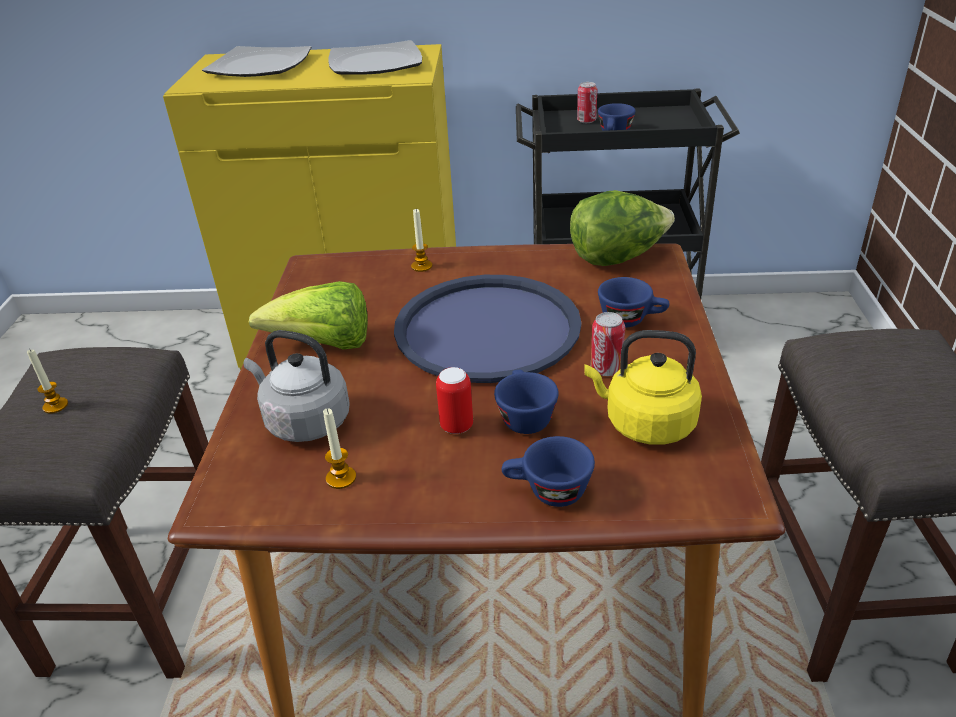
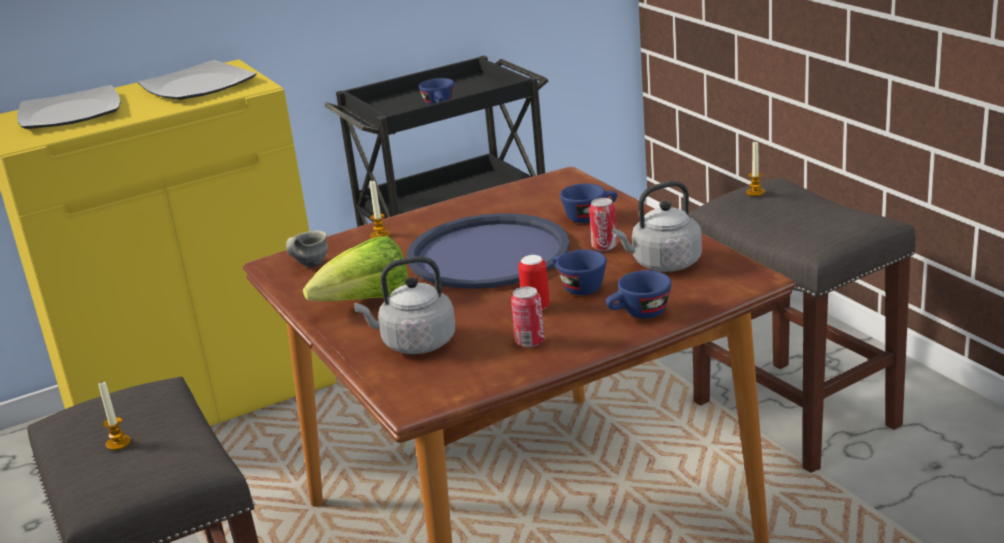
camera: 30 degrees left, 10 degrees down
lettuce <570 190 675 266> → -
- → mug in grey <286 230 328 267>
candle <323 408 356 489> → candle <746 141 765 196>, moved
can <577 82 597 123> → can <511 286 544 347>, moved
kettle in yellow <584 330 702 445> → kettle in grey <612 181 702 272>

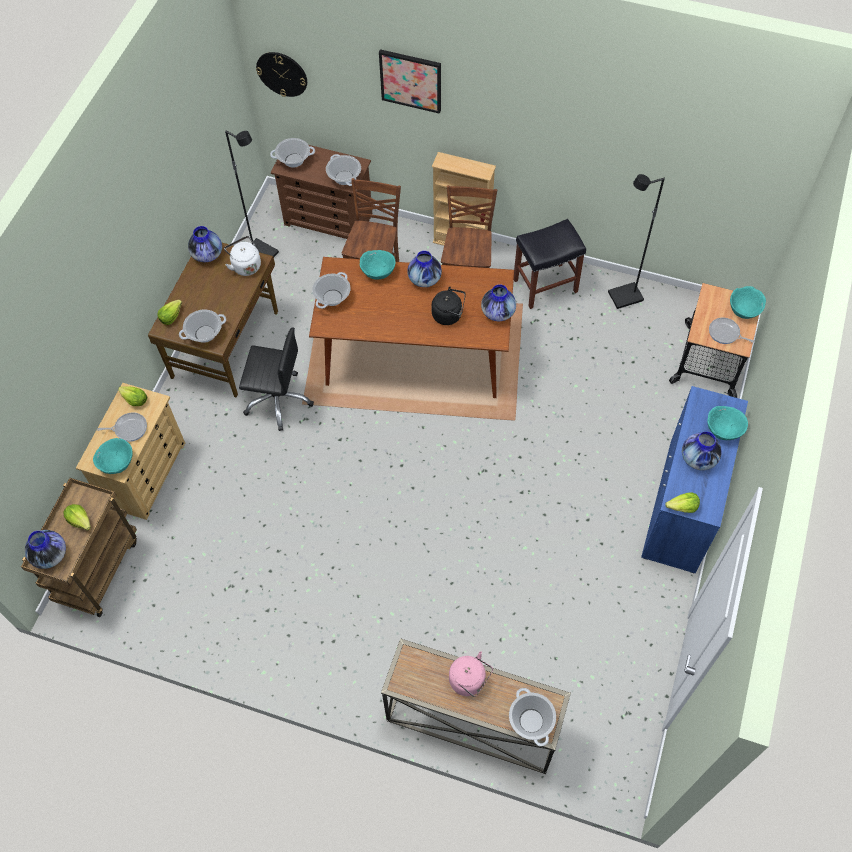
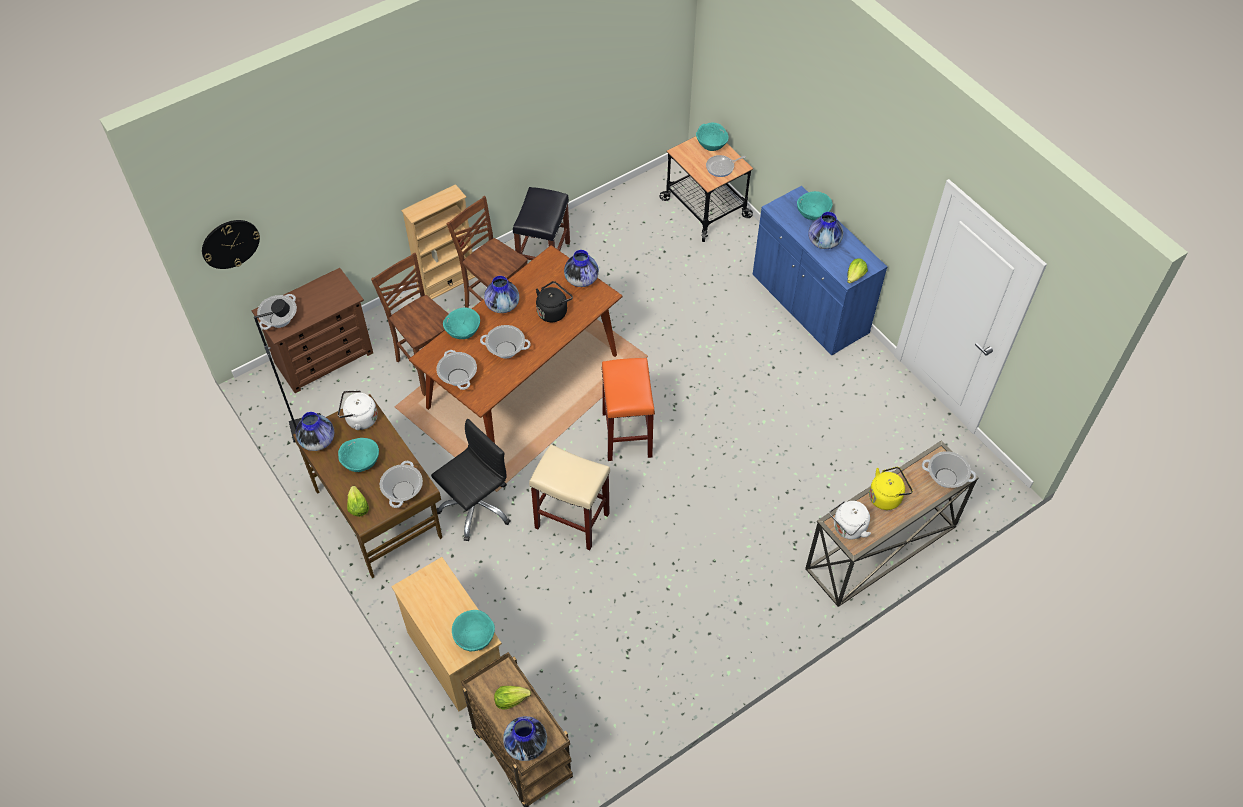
camera: 55 degrees left, 5 degrees down
frying pan <97 412 147 442> → -
lettuce <118 386 147 406> → -
picture <379 49 441 114> → -
floor lamp in black <608 174 665 309> → -
- → bowl in turquoise <338 438 379 472>
- → stool in beige <529 444 610 550>
- → stool in orange <601 358 655 461>
- → kettle in white <830 501 871 539>
cooking pot <326 154 361 186> → cooking pot <480 325 531 359>, moved
kettle in pink <449 651 493 697> → kettle in yellow <869 467 913 510>

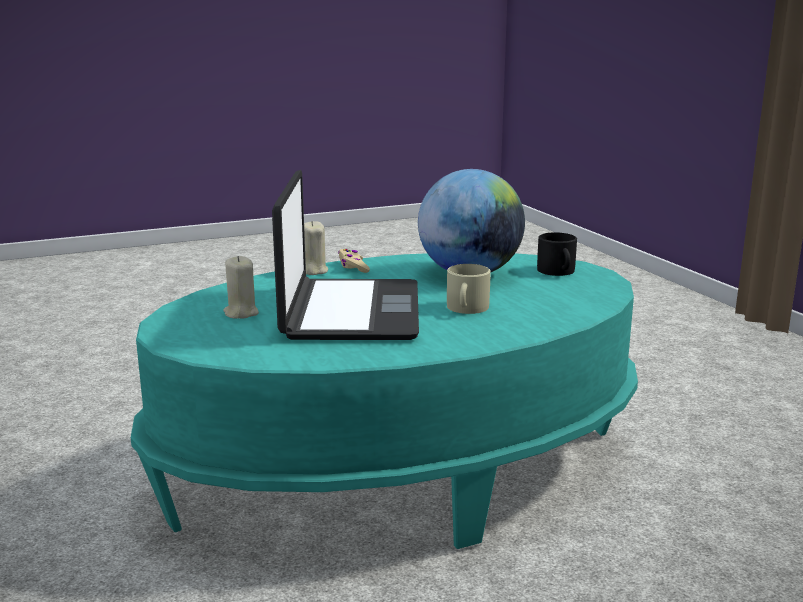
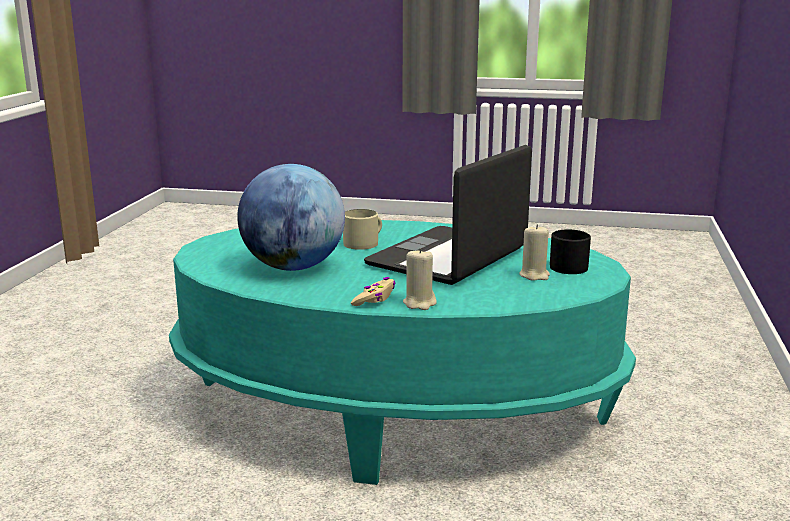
camera: 145 degrees left, 0 degrees up
mug in black <537 232 577 276> → mug in black <550 229 591 274>, moved

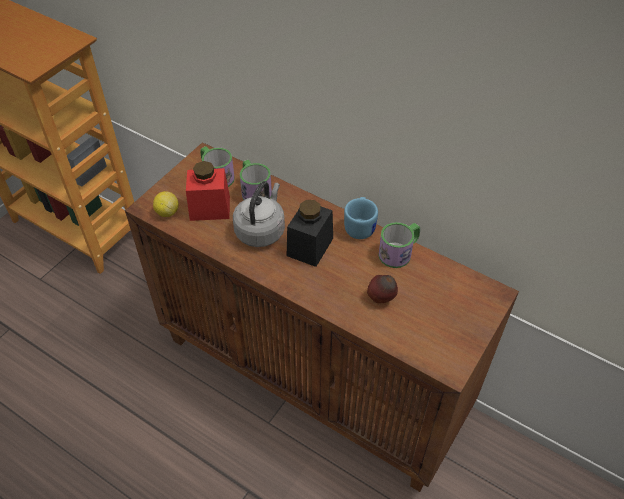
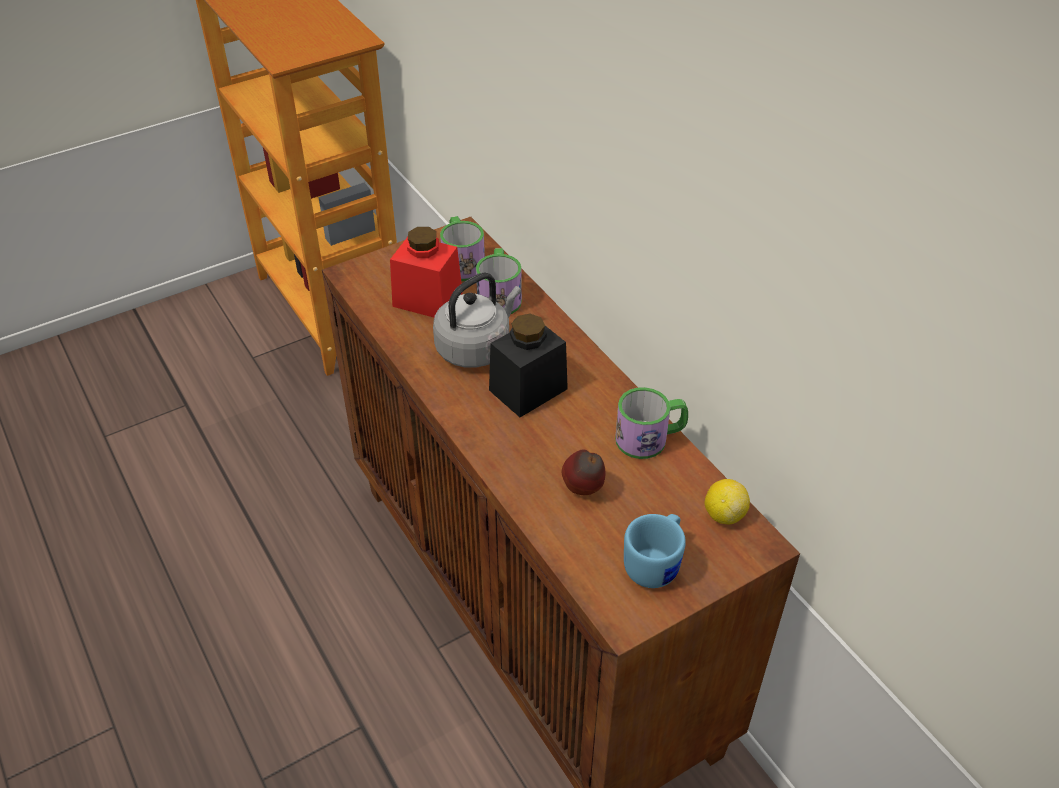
camera: 25 degrees right, 5 degrees down
lemon <153 191 179 217> → lemon <705 479 750 524>, moved
mug in blue <344 197 378 239> → mug in blue <624 514 686 588>, moved

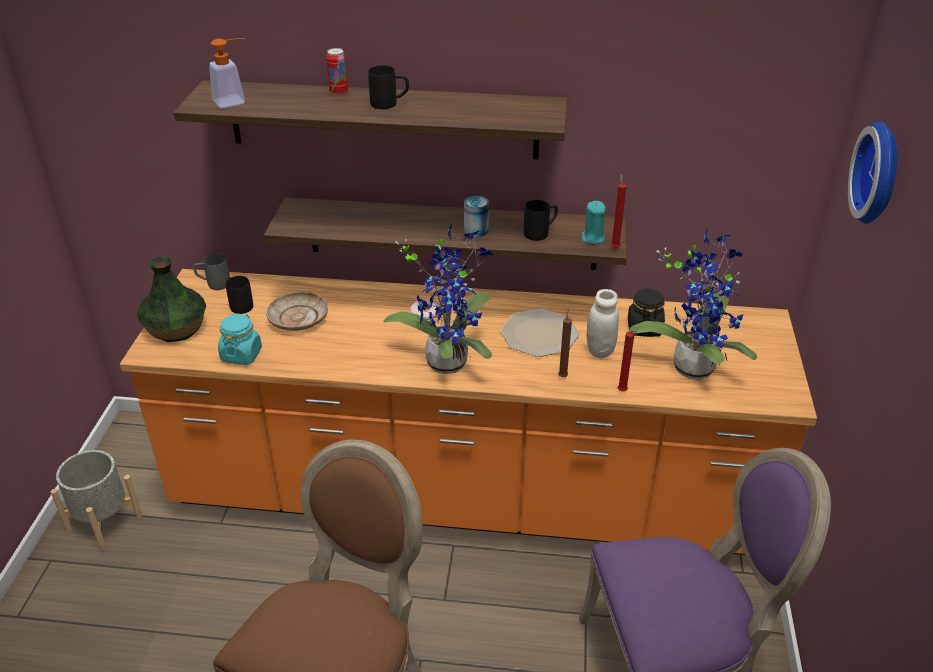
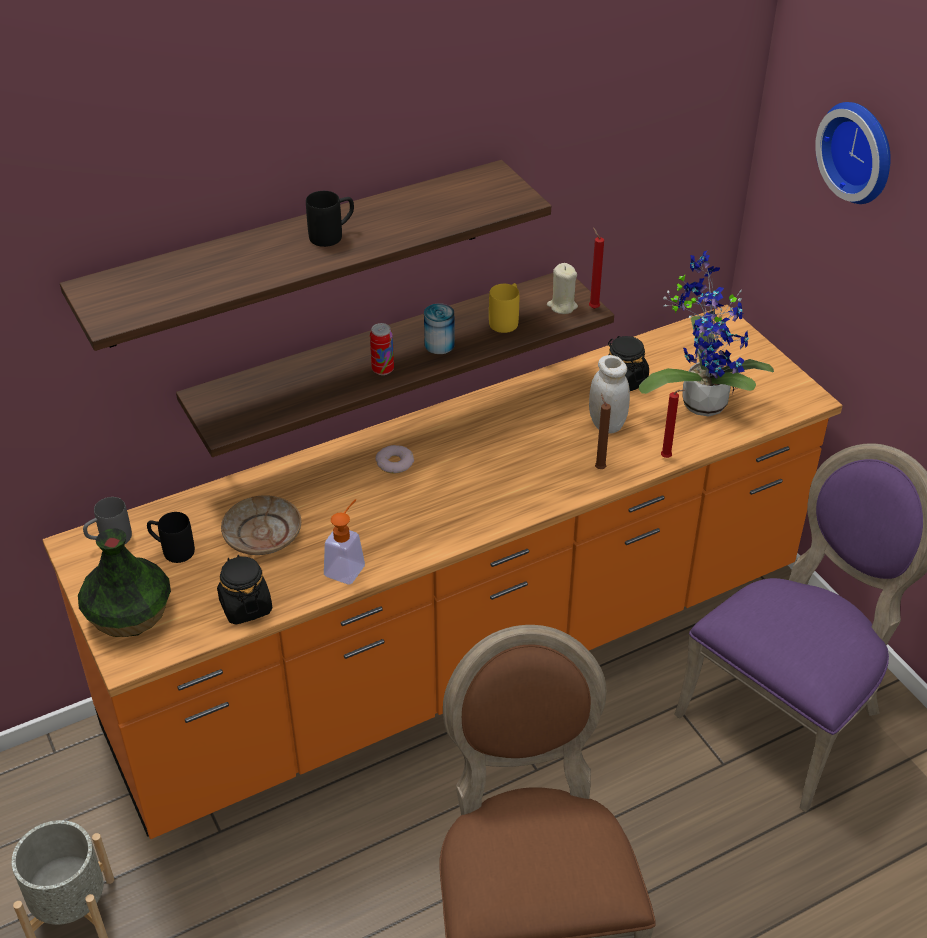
camera: 35 degrees left, 5 degrees up
potted plant <383 224 493 374> → -
plate <501 309 579 357> → -
soap dispenser <209 38 245 108> → soap dispenser <324 499 365 585>, moved
can <326 48 348 96> → can <370 323 394 375>, moved
jar in turquoise <218 313 262 365> → jar in black <217 555 272 625>
mug in black <524 200 558 241> → mug in yellow <489 283 519 333>
candle in turquoise <581 201 606 245> → candle in beige <547 263 578 314>

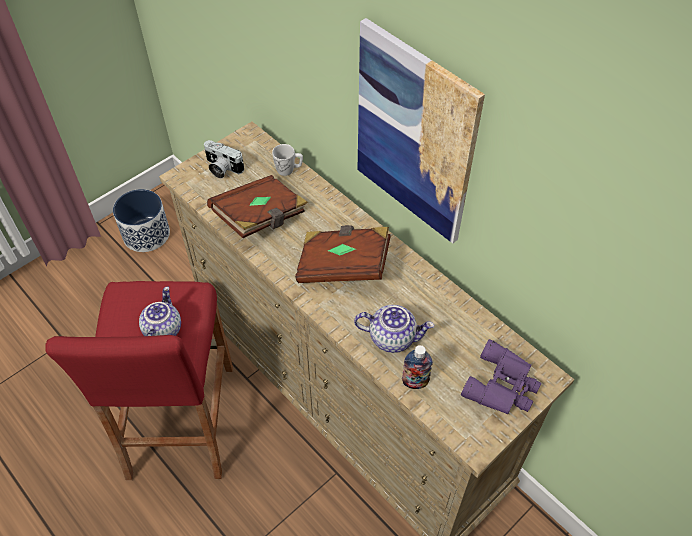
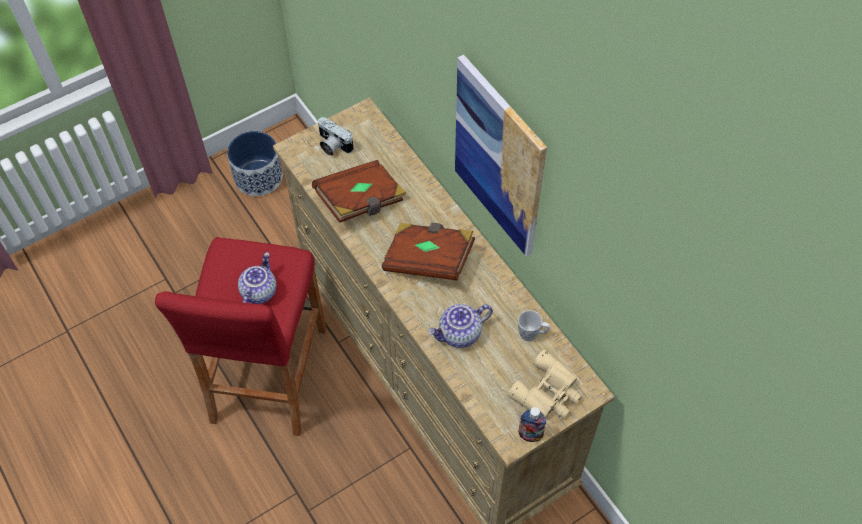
camera: 10 degrees right, 5 degrees up
mug in white <272 144 303 176> → mug in white <518 310 550 341>, moved
bottle <402 345 433 389> → bottle <518 407 546 442>, moved
binoculars in purple <461 339 541 414> → binoculars in beige <507 349 582 419>
teapot <354 305 434 353> → teapot <428 304 493 348>, 135 degrees clockwise

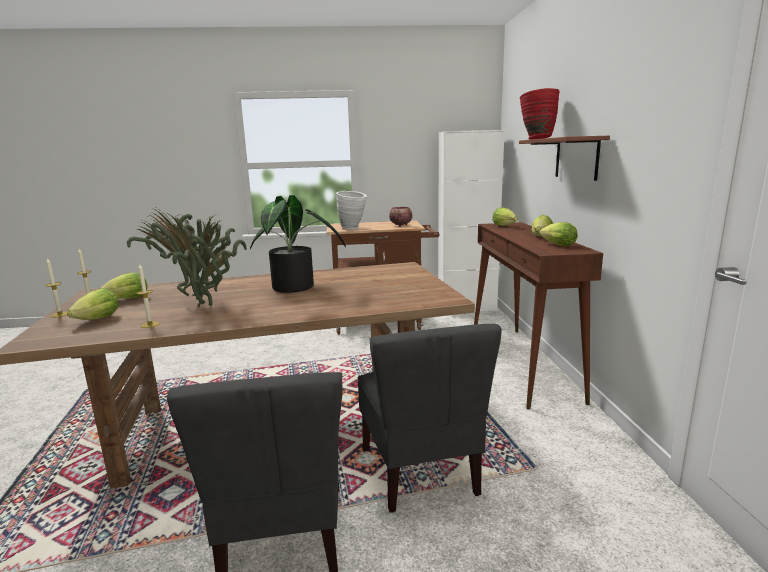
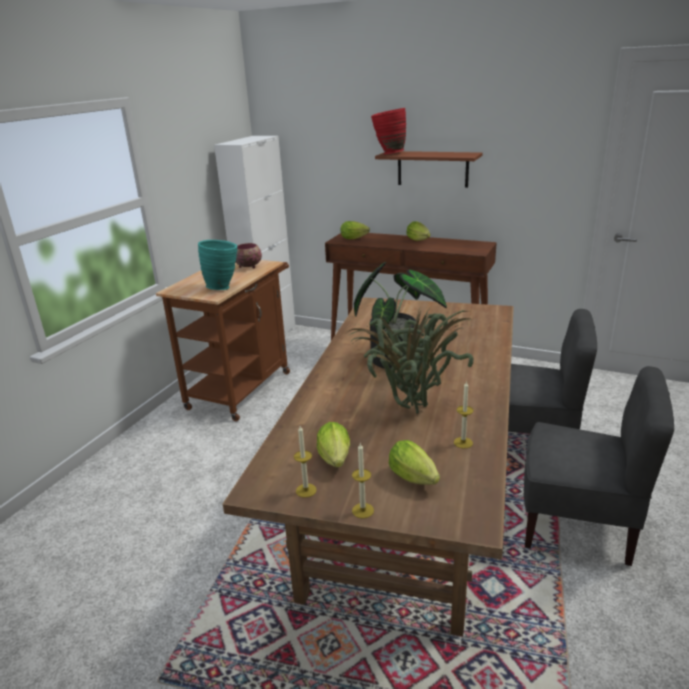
camera: 60 degrees left, 10 degrees up
lettuce <539 222 578 246> → -
vase in white <336 191 367 230> → vase in turquoise <198 240 237 290>

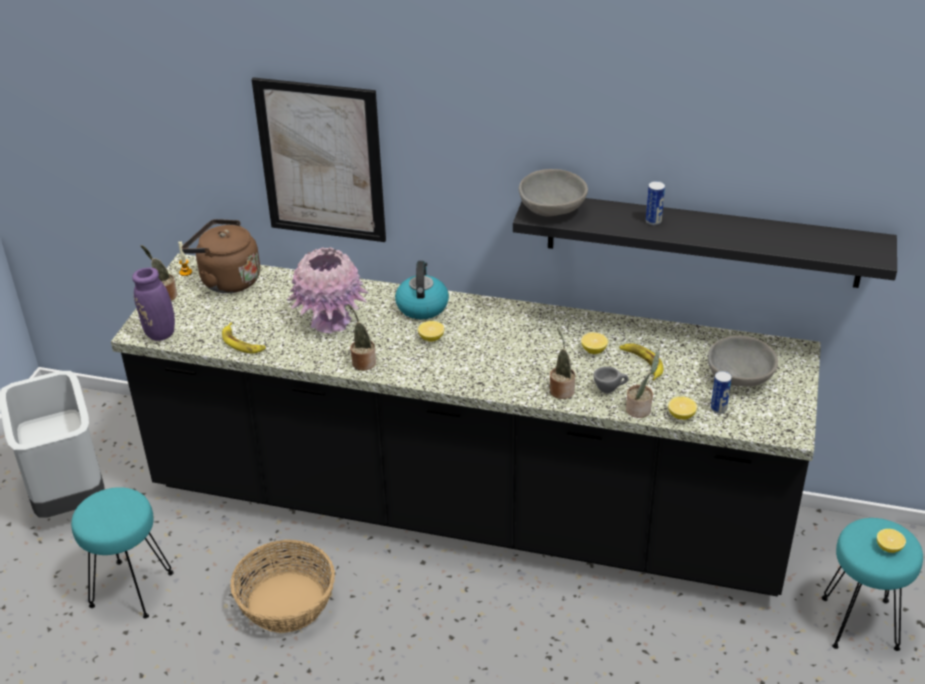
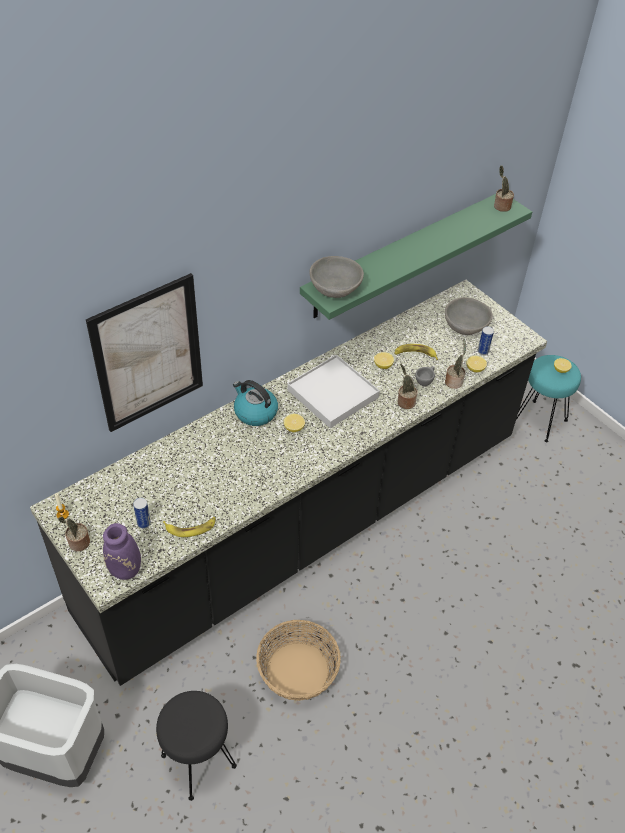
camera: 55 degrees left, 10 degrees up
kettle in brown <182 219 260 293> → -
vase in pink <287 247 369 333> → -
- → tray in white <287 355 380 428>
potted plant <348 304 376 371> → potted plant <494 166 514 212>, moved
can <646 181 665 225> → can <133 498 151 529>, moved
stool in turquoise <71 487 174 619> → stool in black <156 691 237 801>
shelf in black <513 198 897 288> → shelf in green <300 194 532 320>

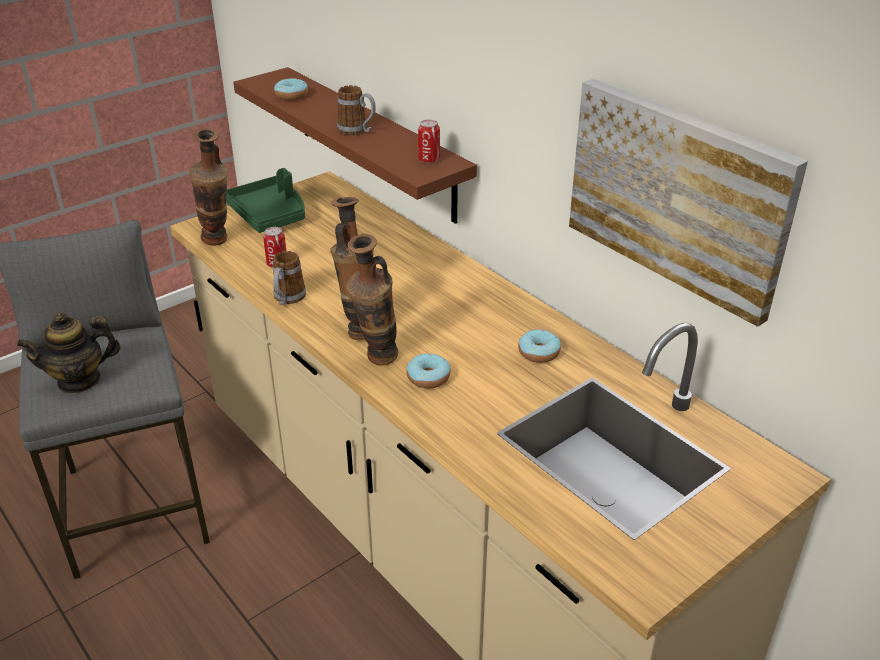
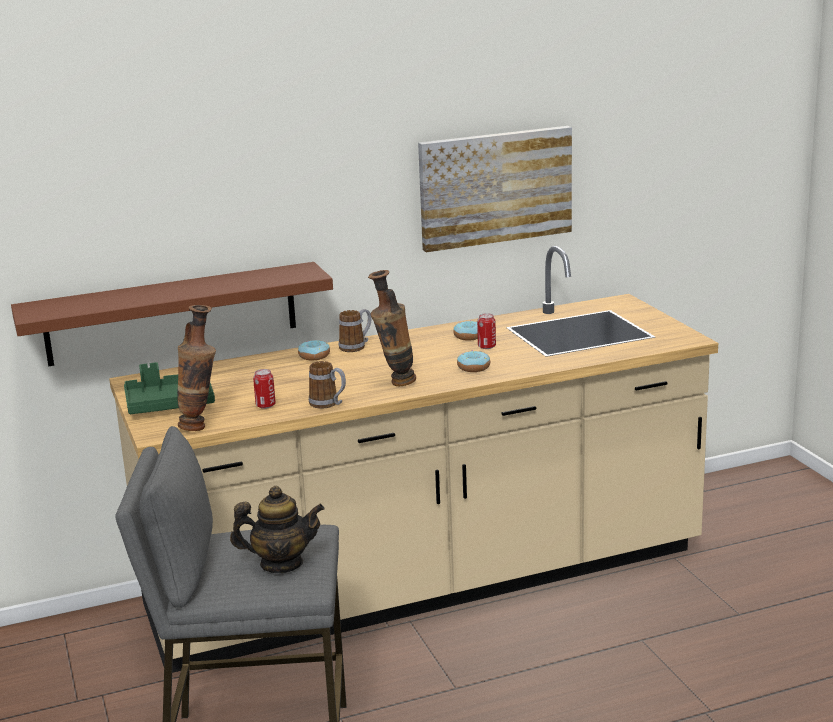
camera: 70 degrees left, 15 degrees down
vase <347 234 398 365> → -
donut <274 78 308 100> → donut <298 340 330 360>, moved
mug <337 85 376 135> → mug <339 309 371 352>, moved
can <418 119 440 164> → can <477 313 496 349>, moved
teapot <17 312 121 393> → teapot <230 486 324 573>, 90 degrees counterclockwise

